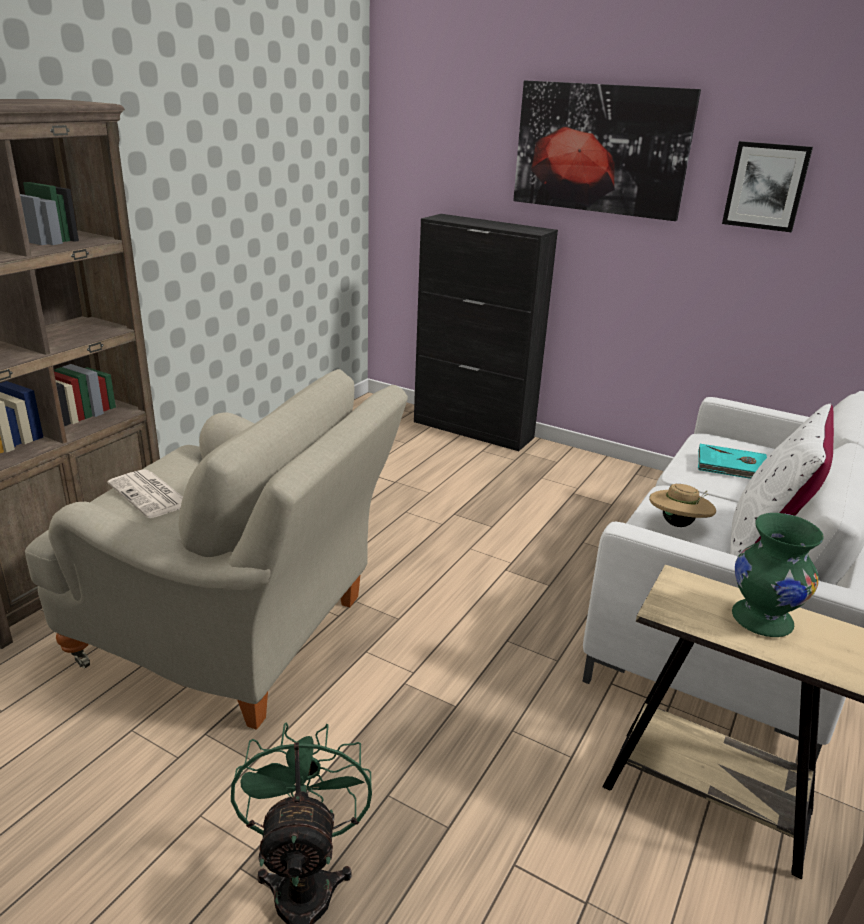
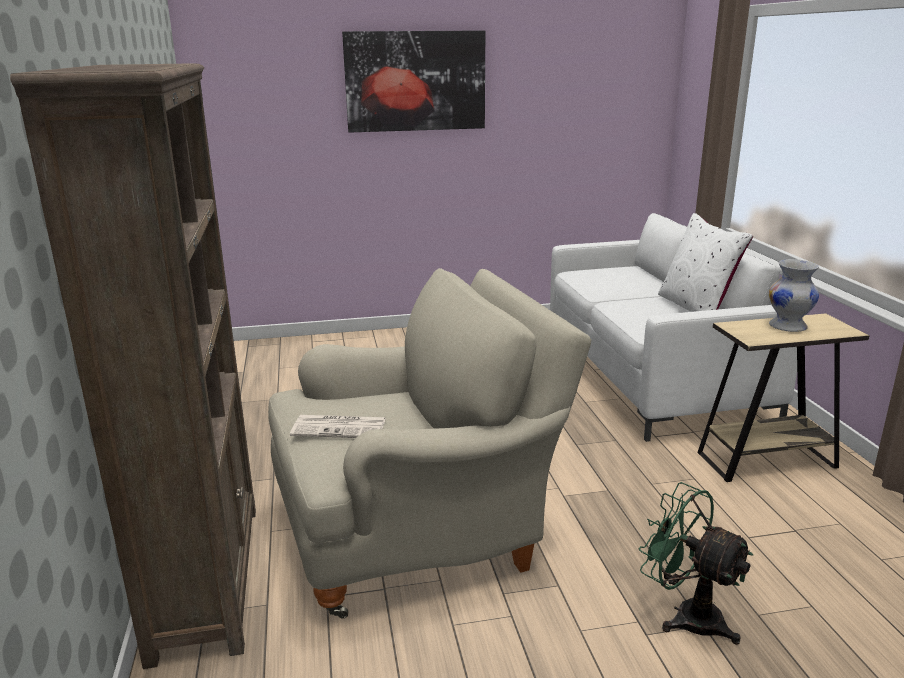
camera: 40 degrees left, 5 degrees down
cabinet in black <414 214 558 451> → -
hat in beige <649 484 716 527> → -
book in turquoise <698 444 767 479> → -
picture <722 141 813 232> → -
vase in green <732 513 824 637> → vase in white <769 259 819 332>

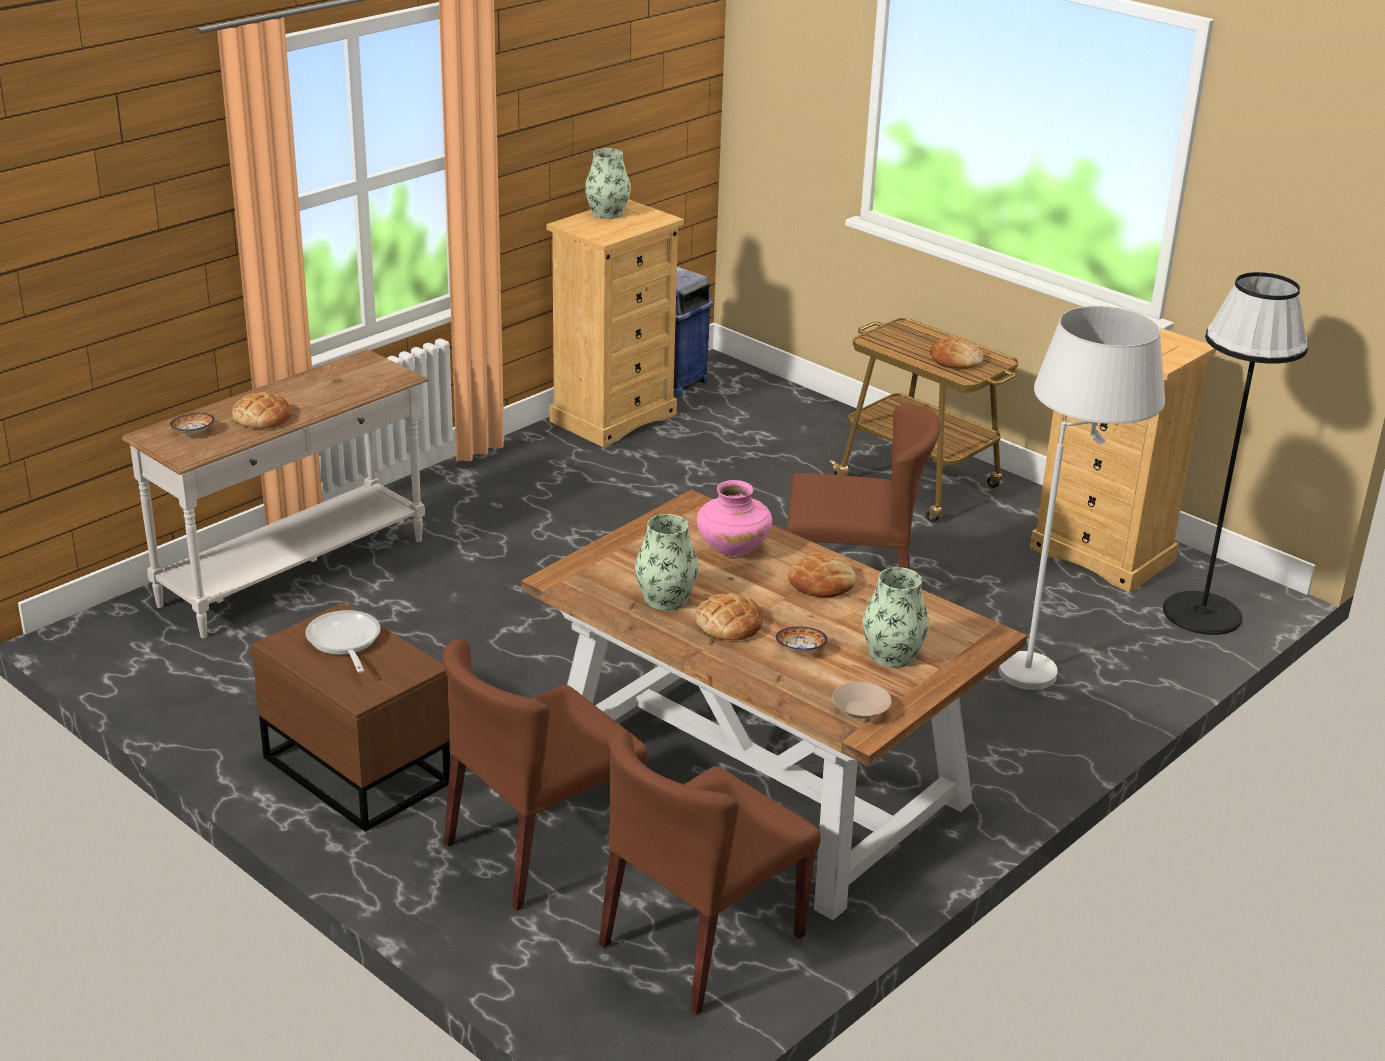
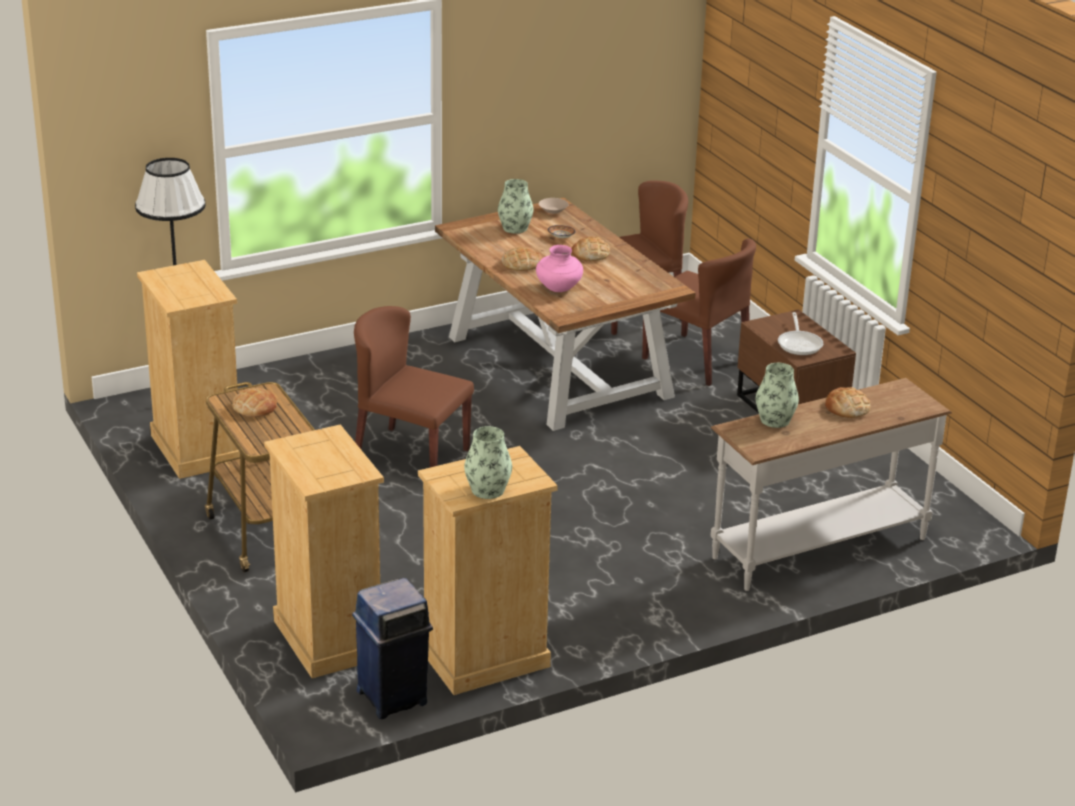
camera: 160 degrees left, 0 degrees up
bowl <170 413 214 434> → -
floor lamp in white <998 306 1165 690> → -
- → dresser in beige <264 424 384 678>
vase <635 514 699 610> → vase <756 363 799 428>, moved
chair in brown <443 639 648 911> → chair in brown <642 238 756 386>, 60 degrees clockwise

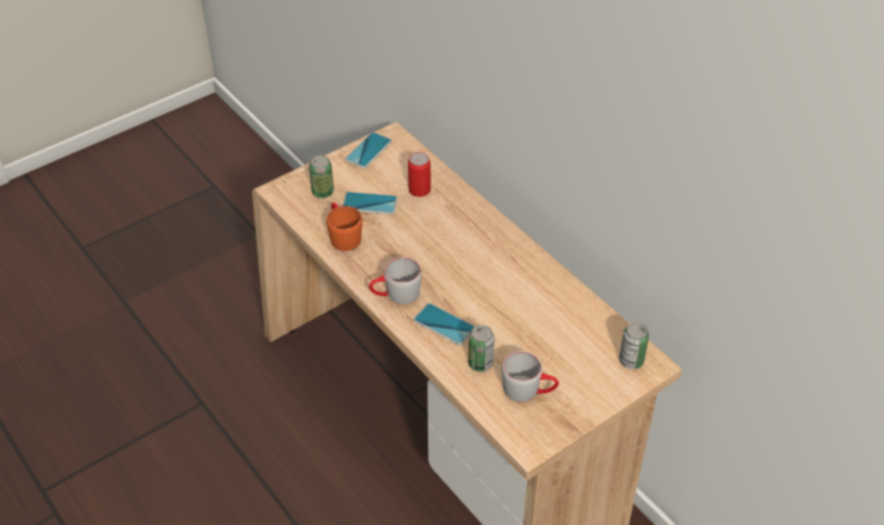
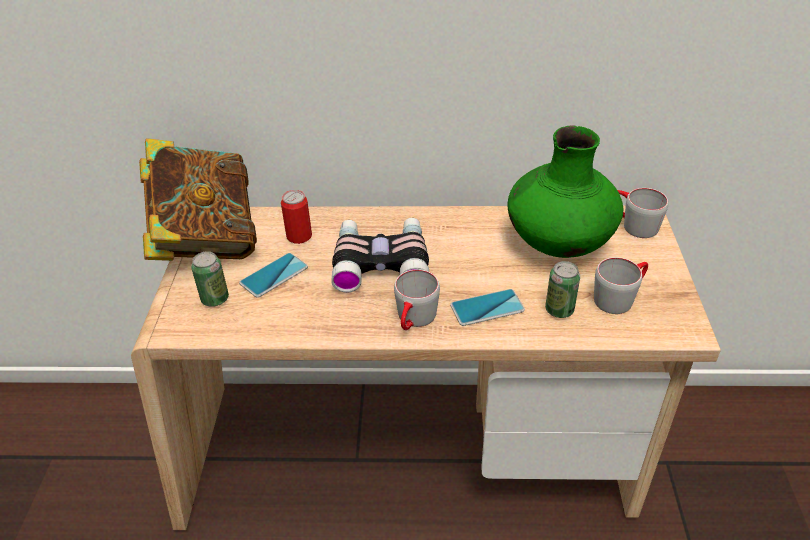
camera: 50 degrees left, 5 degrees down
mug in orange <326 202 362 251> → -
- → binoculars <331 218 429 293>
- → vase in green <507 126 624 258>
phone <345 132 392 168> → book <139 138 257 261>
can <619 322 649 369> → mug in grey <618 188 668 238>

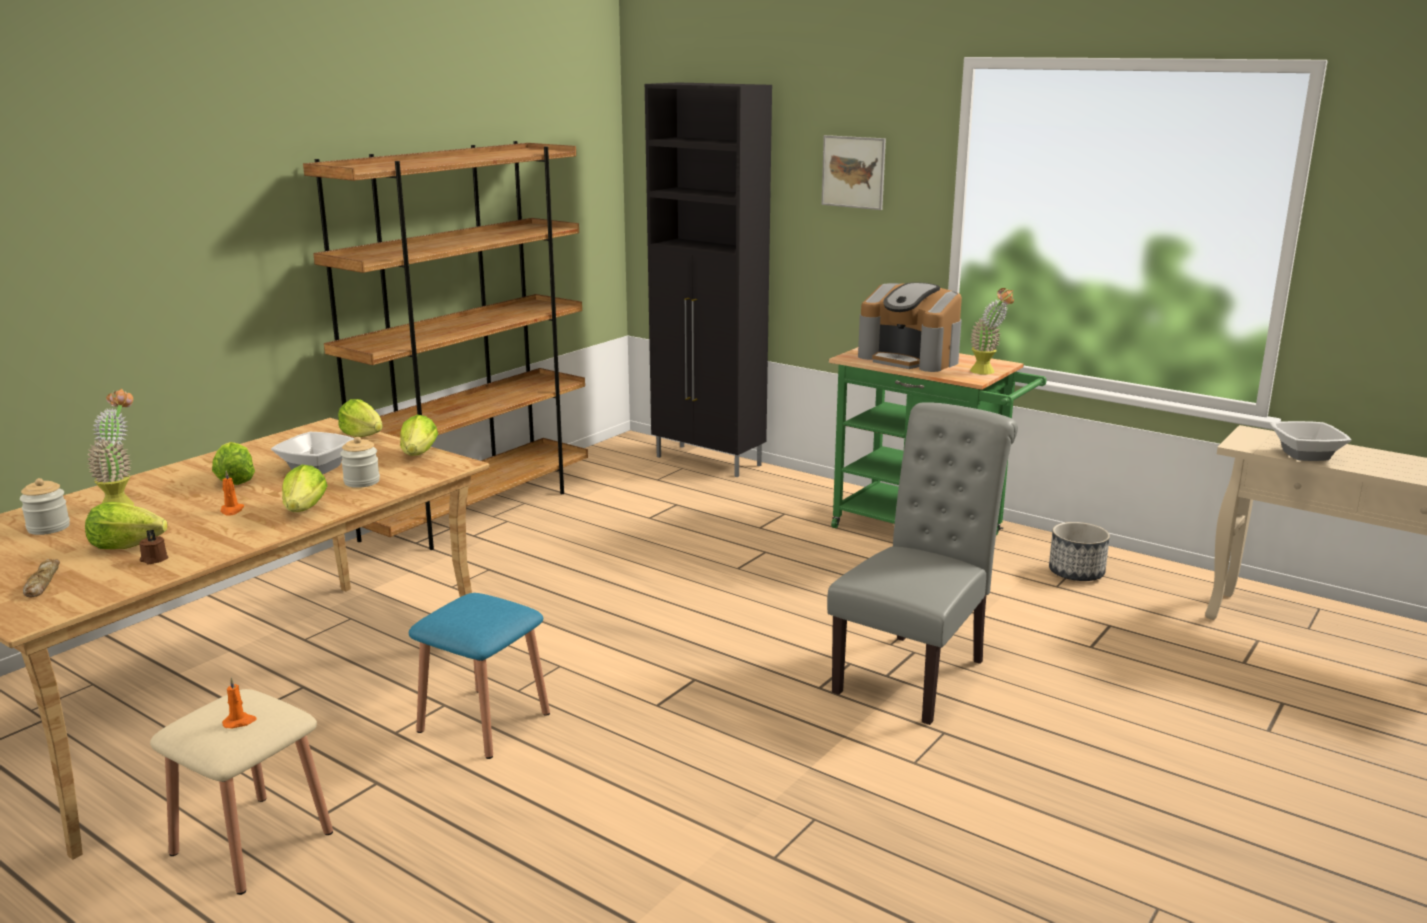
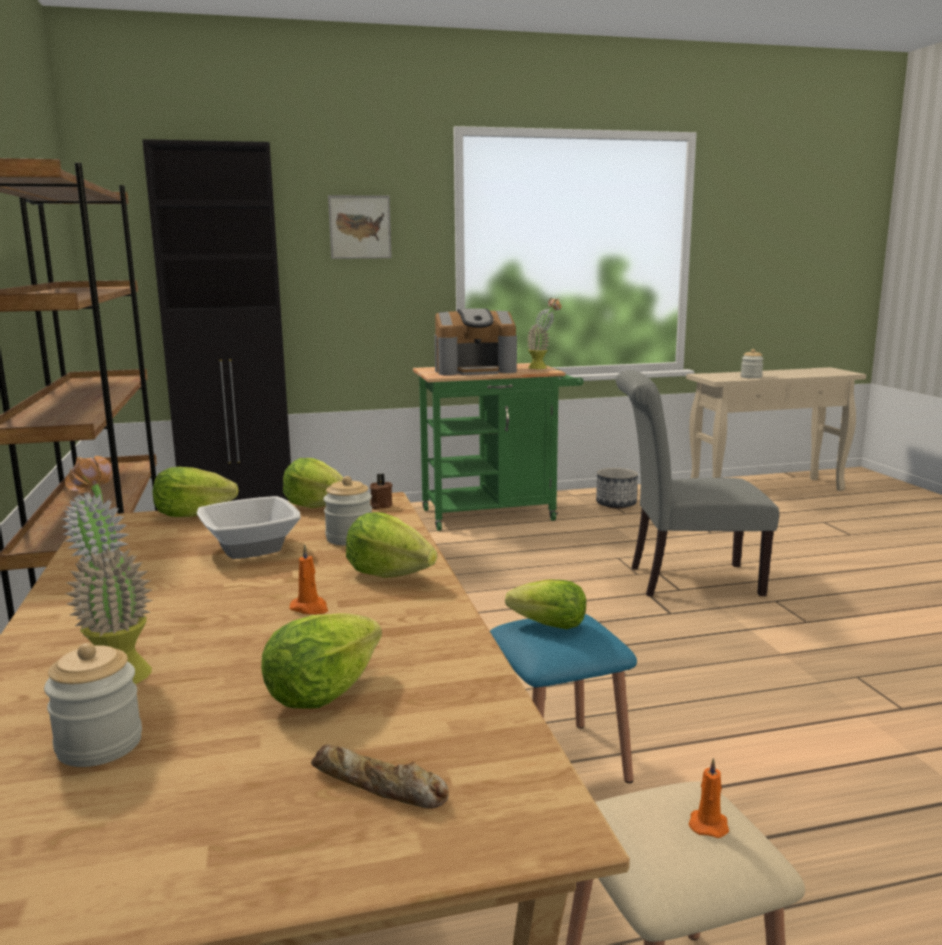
camera: 50 degrees left, 5 degrees down
candle in brown <139 529 168 564> → candle in brown <370 474 393 509>, moved
lettuce <212 442 255 485> → lettuce <505 579 586 629>, moved
bowl <1270 421 1351 461> → jar <740 349 764 379>
chair in grey <827 402 1018 725> → chair in grey <616 370 779 596>, 75 degrees counterclockwise

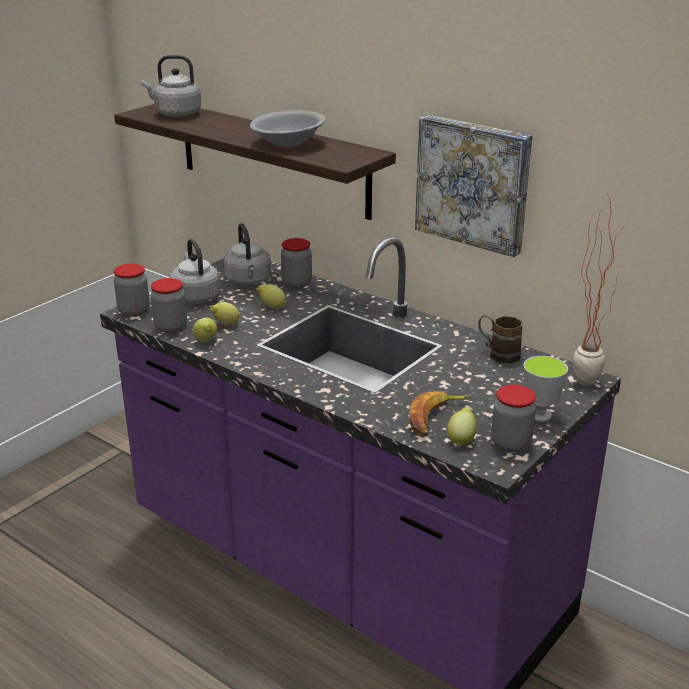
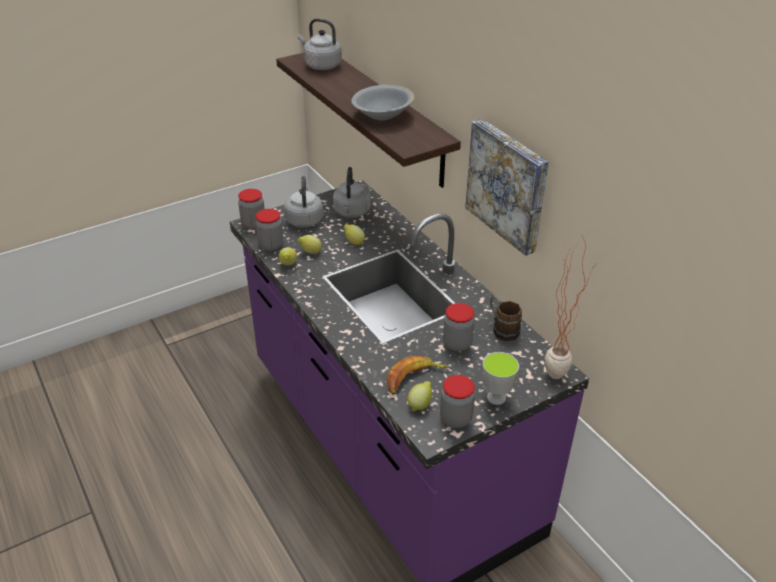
camera: 20 degrees right, 10 degrees up
jar <281 238 312 288> → jar <443 303 475 352>, moved

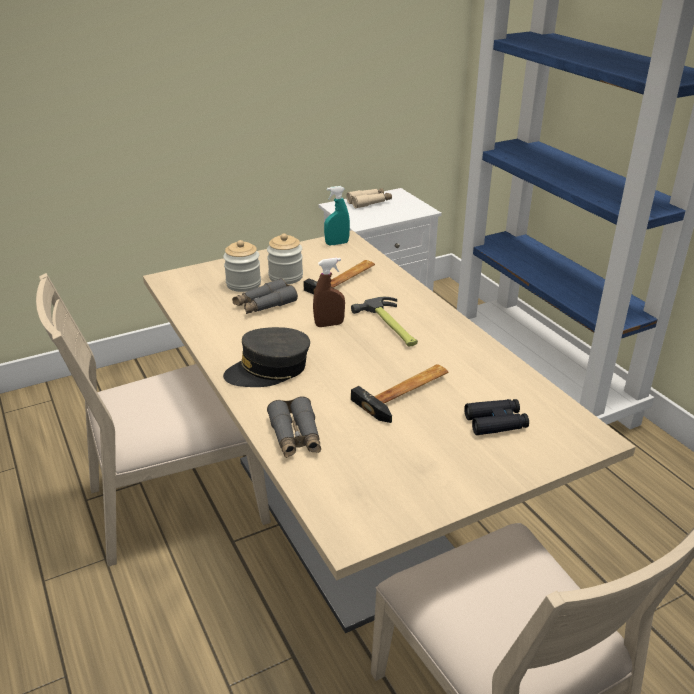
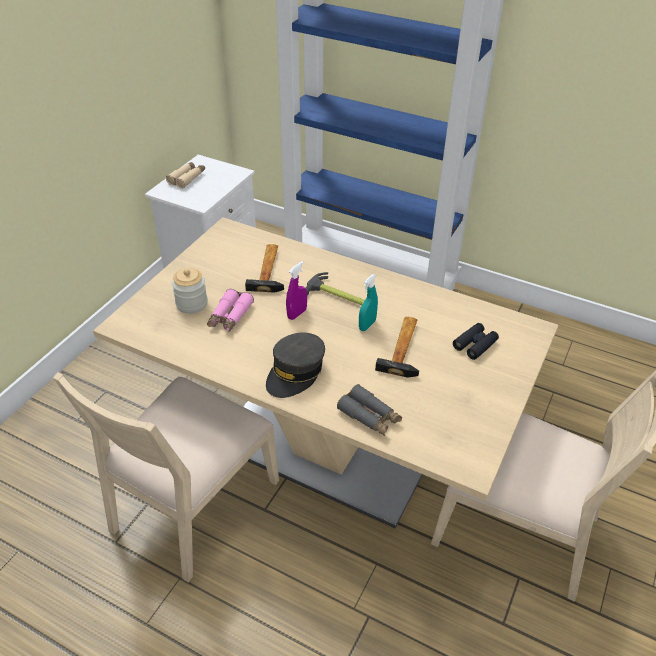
camera: 35 degrees left, 10 degrees up
jar <267 234 303 284> → -
spray bottle in turquoise <324 186 350 245> → spray bottle in turquoise <359 274 378 331>, moved
binoculars in grey <232 278 298 314> → binoculars in pink <207 289 254 332>
spray bottle in brown <313 258 345 327> → spray bottle in purple <286 261 307 320>

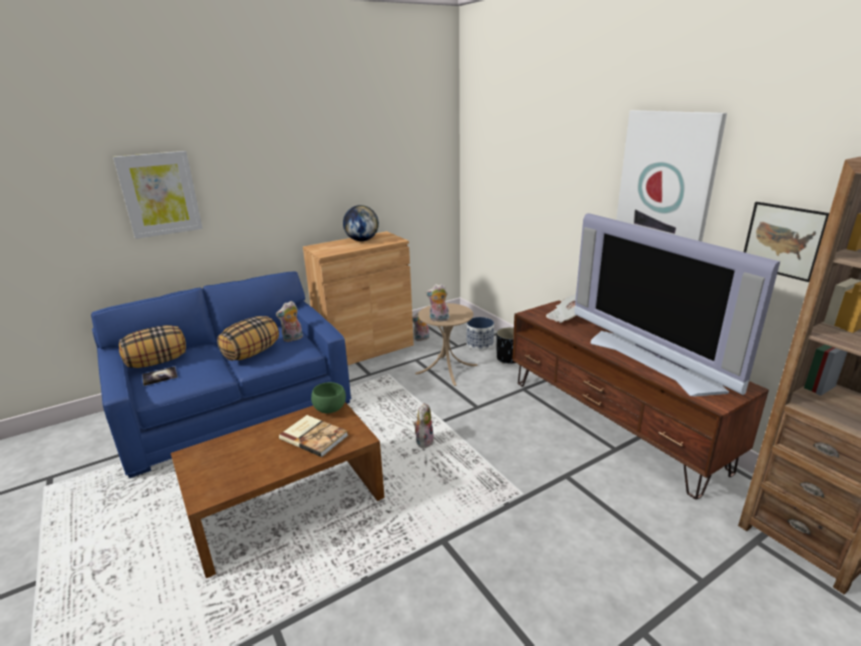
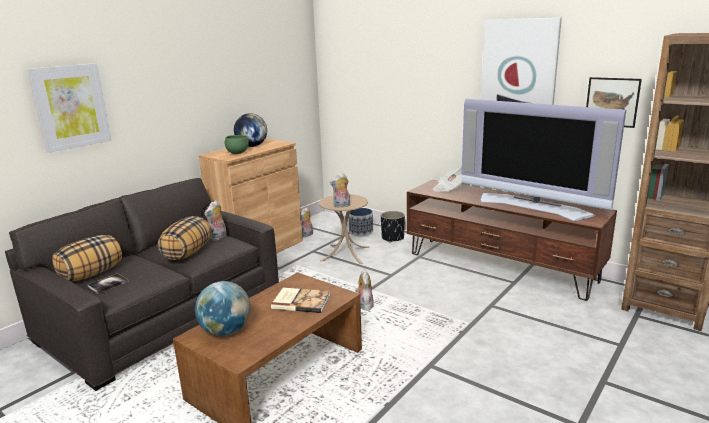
camera: 20 degrees left, 5 degrees down
- → globe <195 281 251 336>
bowl in green <311 382 346 414> → bowl in green <225 135 249 154>, moved
sofa in blue <91 272 352 478> → sofa in grey <5 178 279 391>

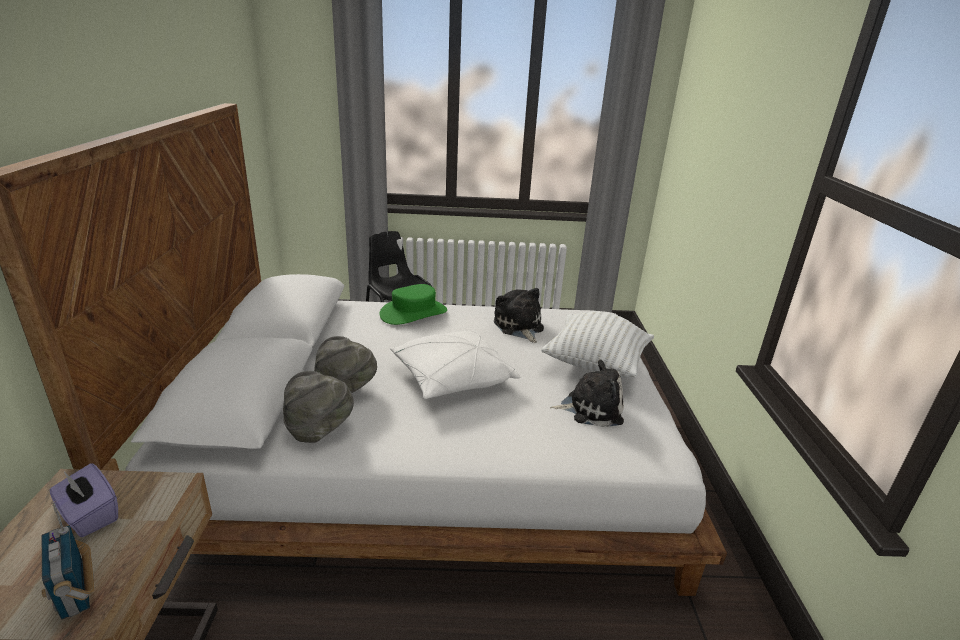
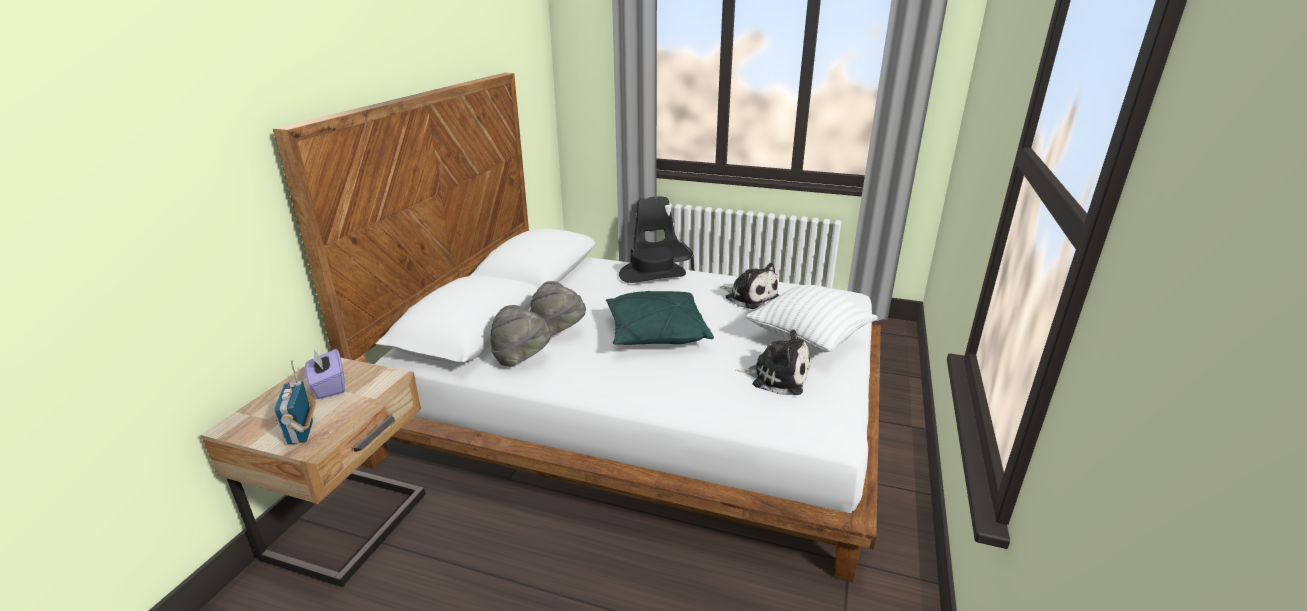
camera: 20 degrees right, 0 degrees up
hat in green <379 284 447 325> → hat in black <619 247 686 283>
pillow in white <390 330 520 399> → pillow in green <606 291 714 345>
plush toy <494 288 544 343> → plush toy <720 263 779 309>, 135 degrees clockwise

